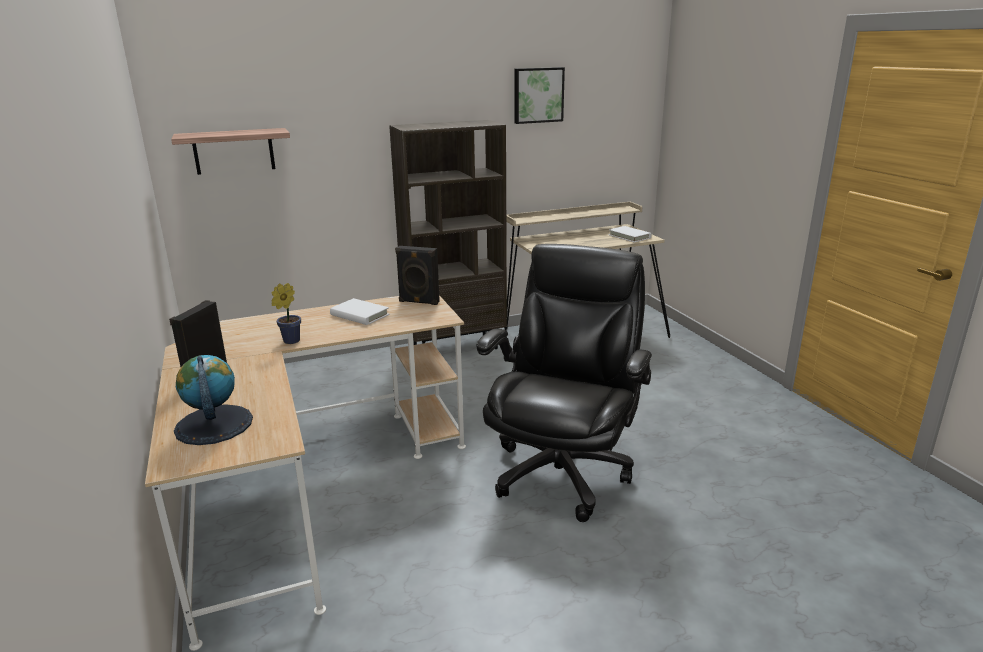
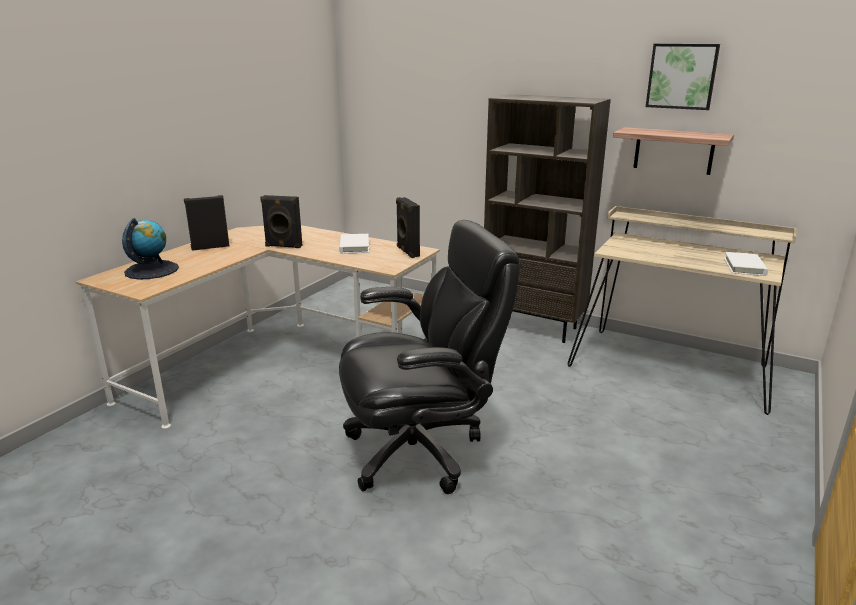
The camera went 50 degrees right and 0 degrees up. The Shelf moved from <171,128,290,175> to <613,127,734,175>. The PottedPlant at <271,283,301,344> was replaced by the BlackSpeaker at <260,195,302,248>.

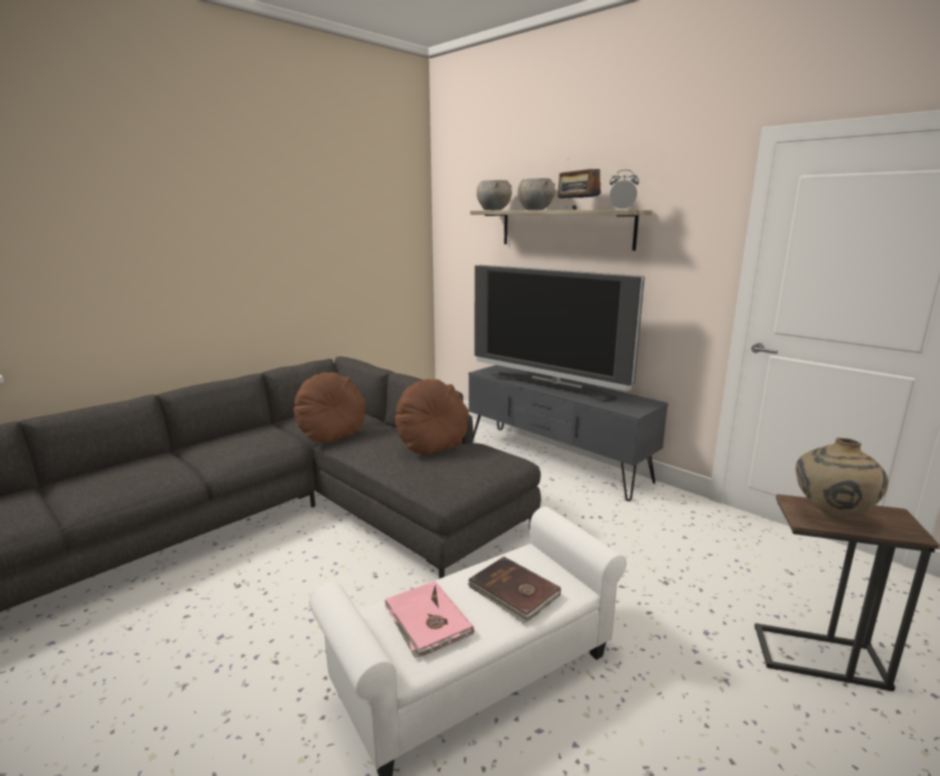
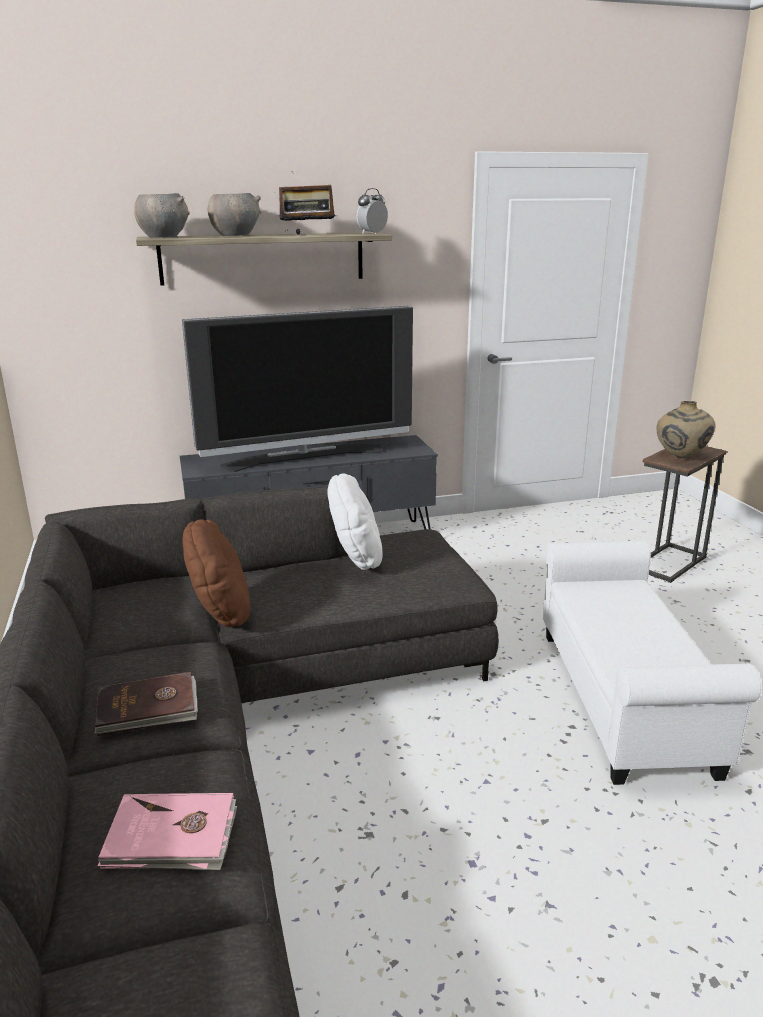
The camera went 60 degrees left and 5 degrees up. The PinkBook moved from <385,581,474,658> to <98,793,237,870>. The BrownPillow at <395,379,469,455> became the WhitePillow at <327,474,383,570>. The BrownBook moved from <468,556,561,623> to <94,672,198,736>.

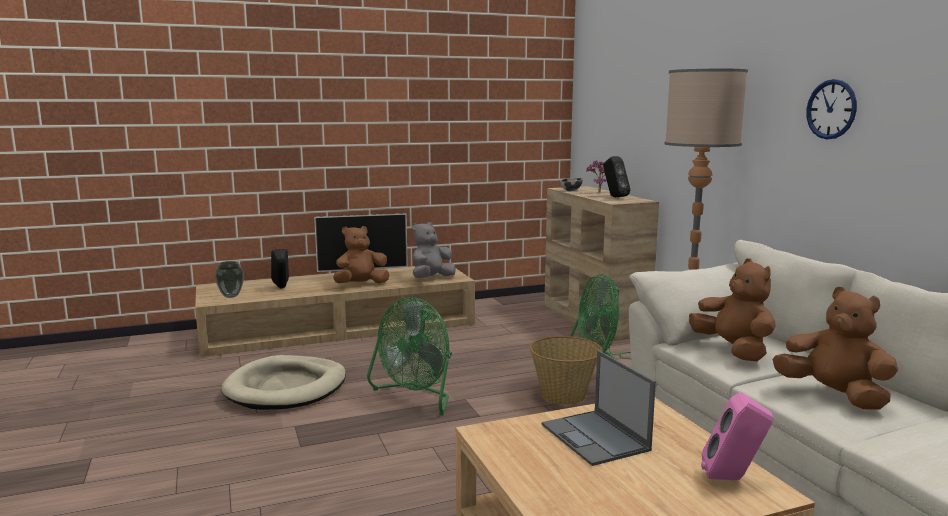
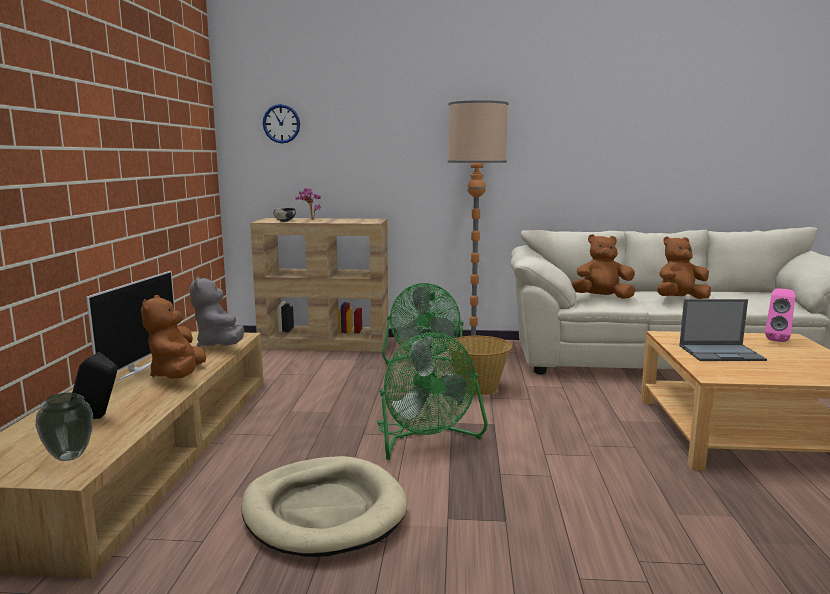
The camera went 65 degrees left and 0 degrees up. The BlackSpeaker at <603,156,630,197> disappeared. The WallClock moved from <806,79,857,139> to <263,104,300,143>.

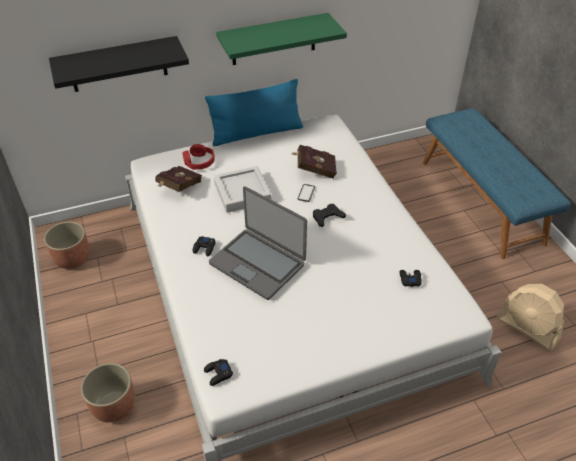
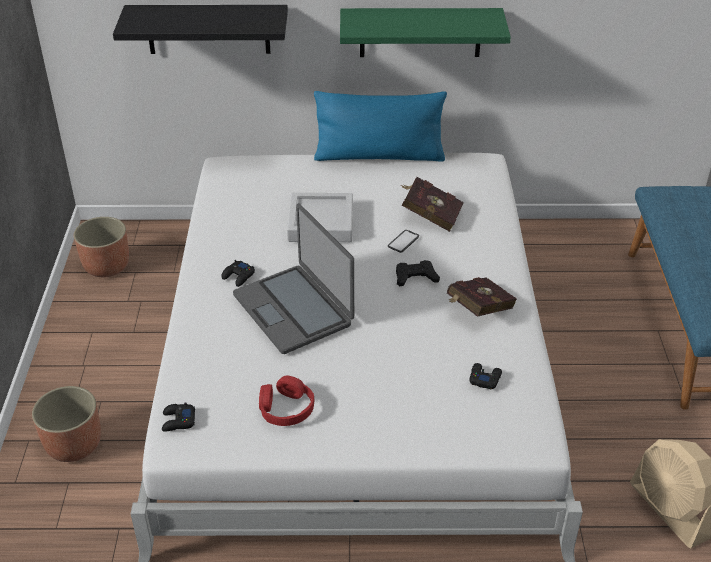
The camera went 20 degrees right and 5 degrees down. The RedBook moved from <155,166,202,192> to <447,277,517,317>. The RedHeadphones moved from <182,144,215,170> to <259,376,314,426>.

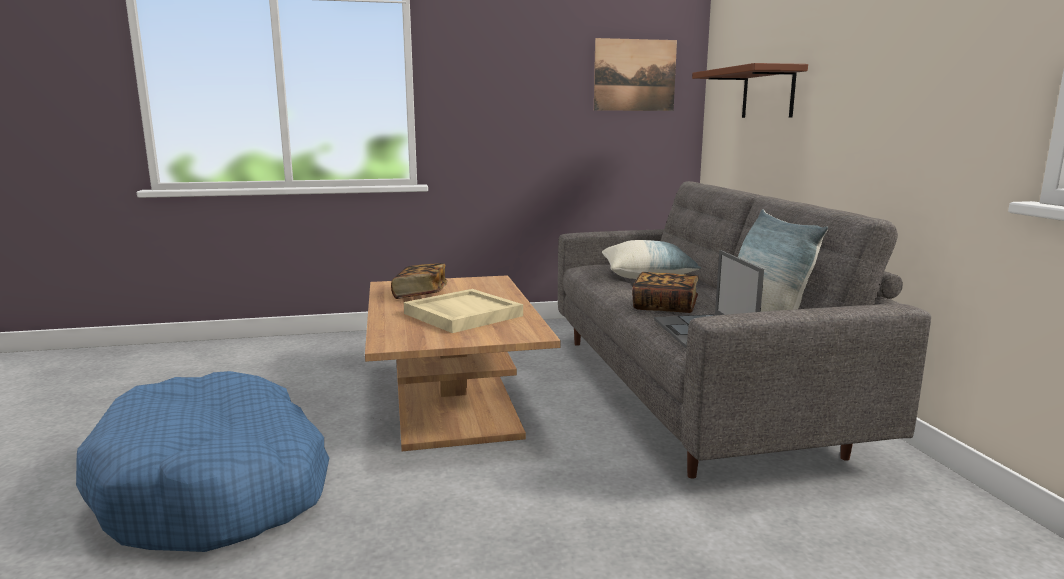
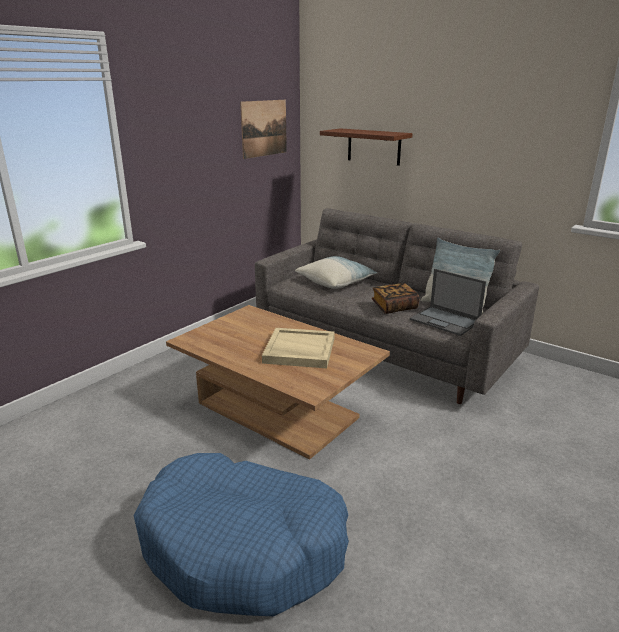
The camera went 40 degrees left and 10 degrees up. The Book at <391,263,447,299> disappeared.

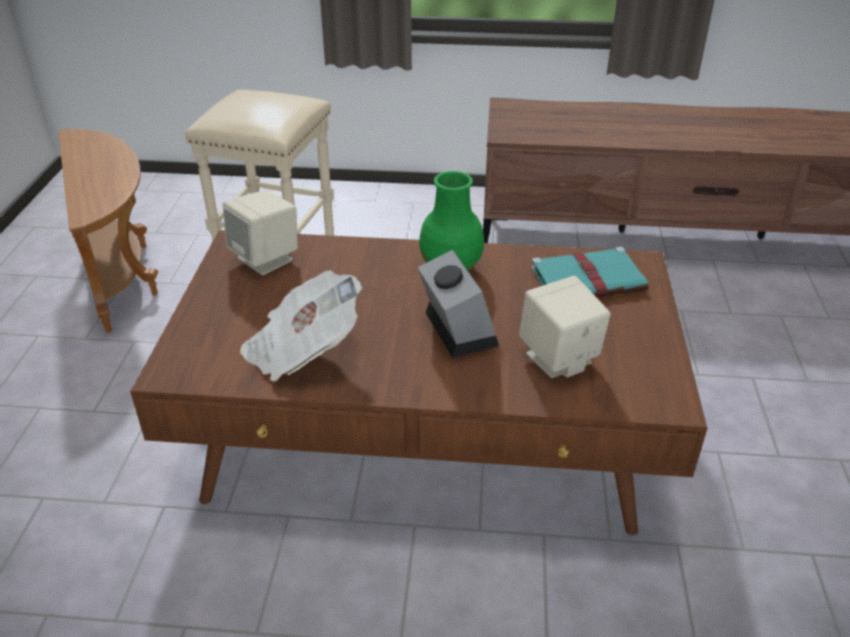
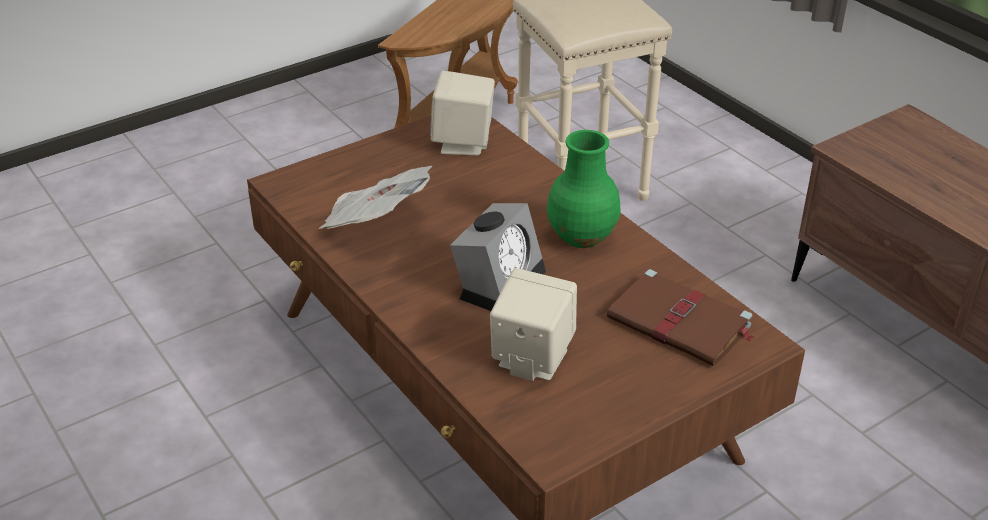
The camera went 50 degrees right and 0 degrees up. The TurquoiseBook at <531,247,649,298> became the BrownBook at <607,269,756,366>.

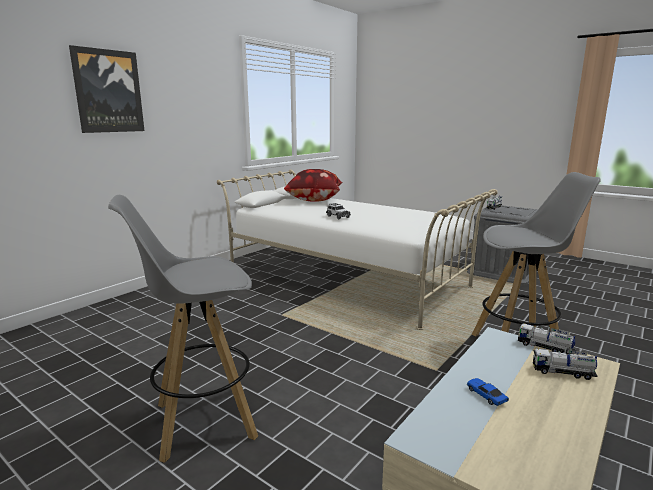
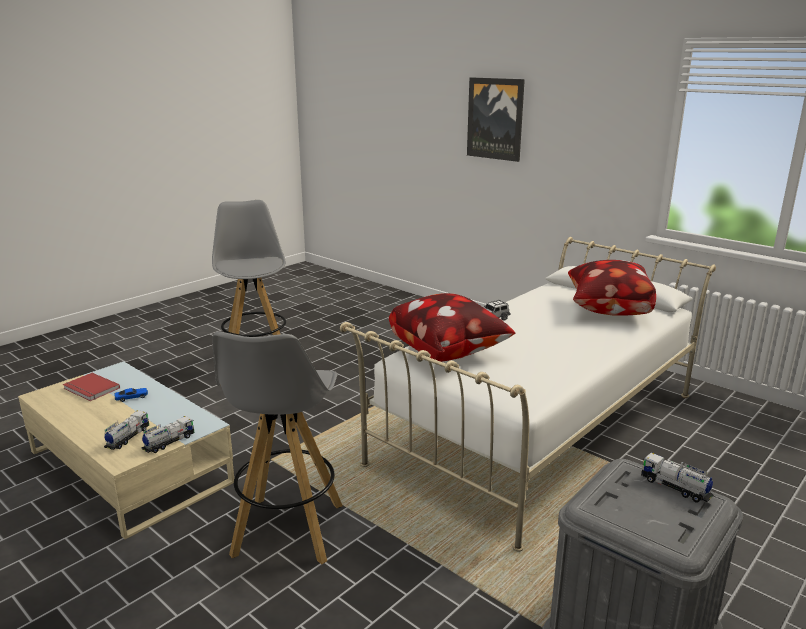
The camera went 95 degrees right and 5 degrees up. The RedBook at <63,373,120,401> appeared. The Pillow at <389,293,516,362> appeared.

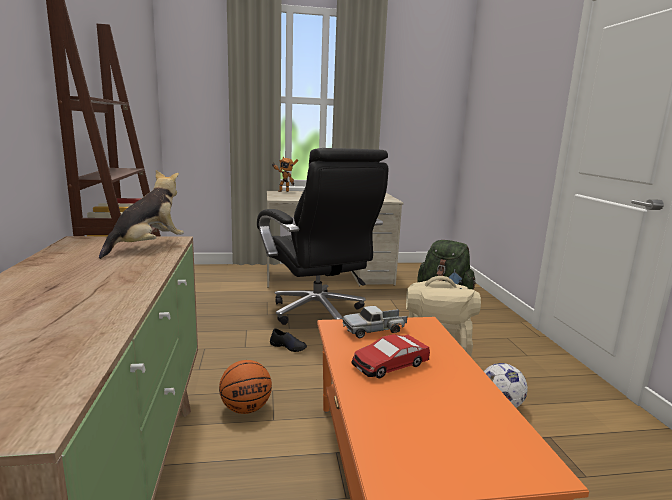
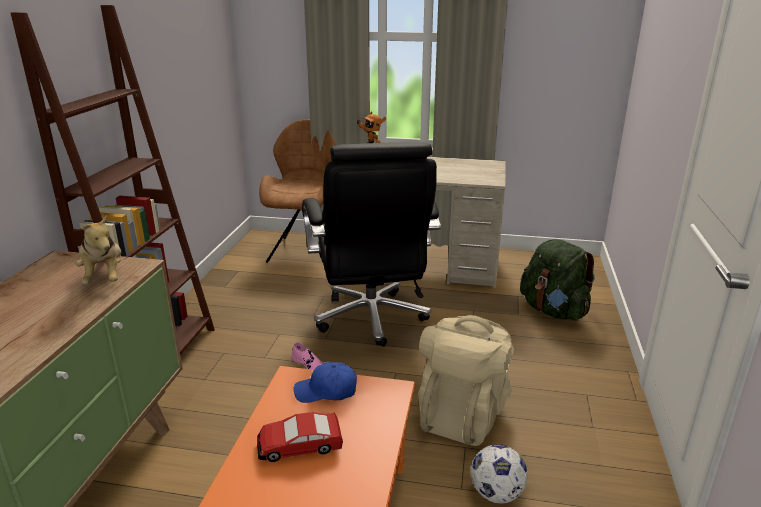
The camera went 20 degrees right and 10 degrees up. The PlushToy at <99,170,184,259> turned 105 degrees clockwise. The Basketball at <219,360,272,414> disappeared. The BlackShoe at <270,328,307,352> became the PinkShoe at <292,342,323,370>. The ToyTruck at <342,306,407,338> was replaced by the BlueCap at <294,361,357,403>. The BrownChair at <259,119,336,265> appeared.

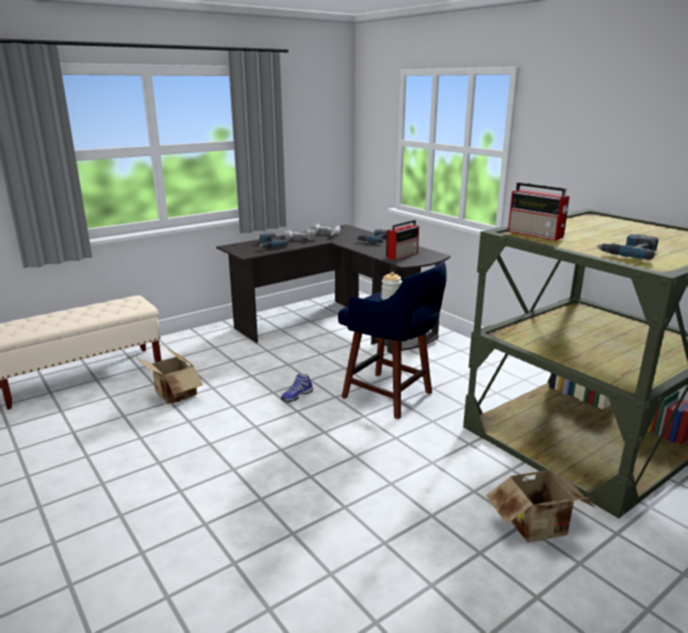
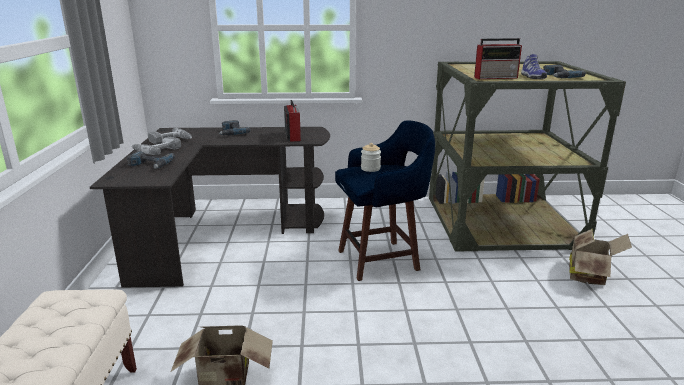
The camera went 55 degrees left and 0 degrees up. The Shoe moved from <281,374,313,402> to <521,54,547,79>.

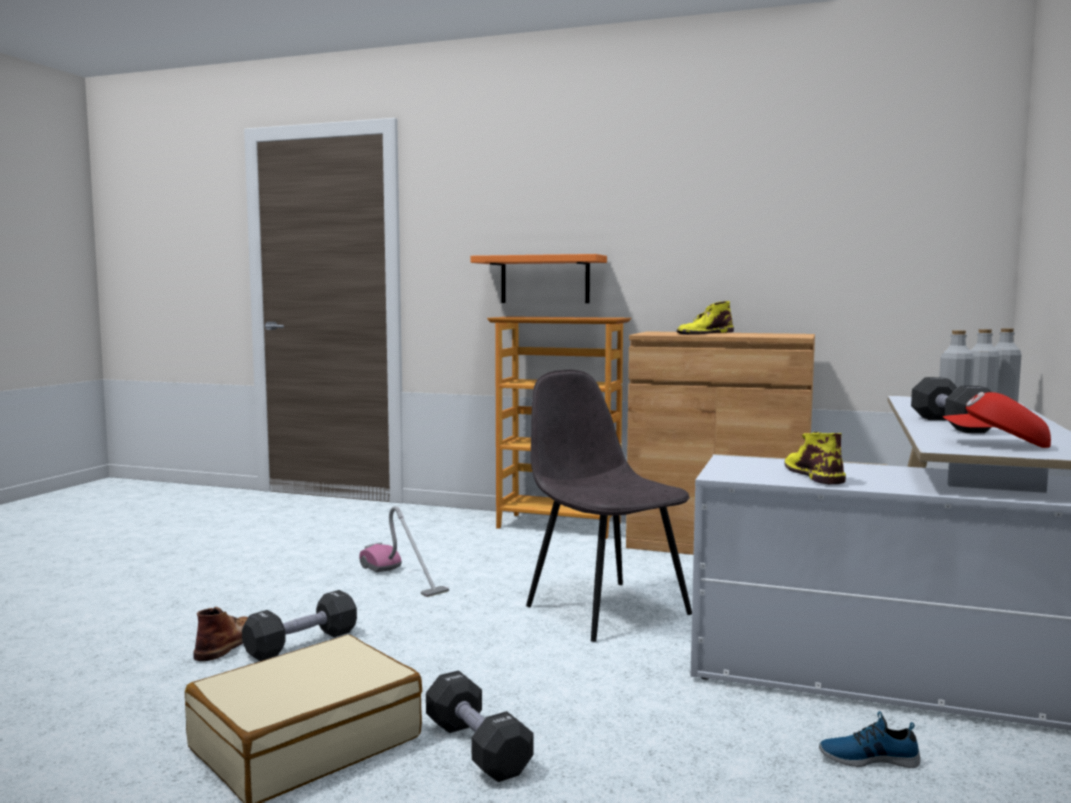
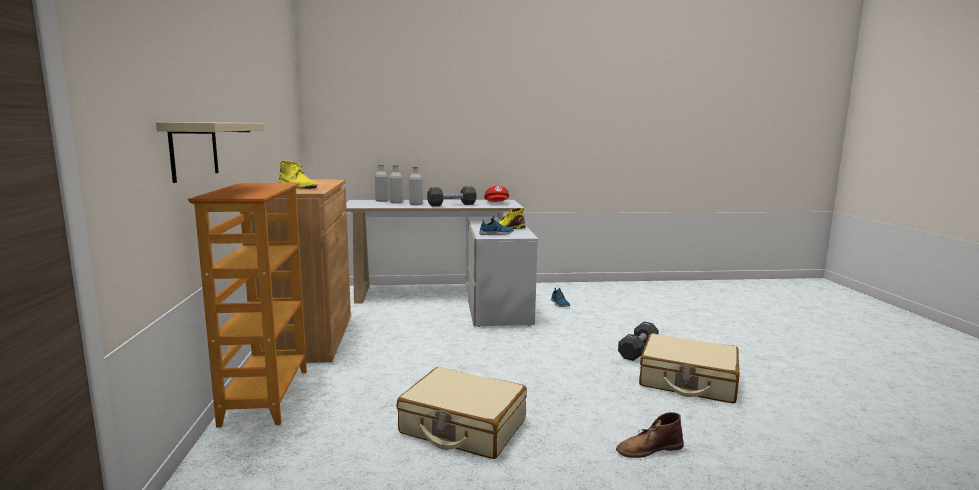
The camera went 115 degrees left and 5 degrees up. The BlackDumbbell at <242,590,357,661> disappeared. The VacuumCleaner at <359,506,449,597> was replaced by the BeigeSuitcase at <396,367,527,459>. The OrangeShelf at <470,254,607,303> became the BeigeShelf at <156,122,265,183>. The GreyChair at <526,370,692,642> disappeared. The Shoe at <479,216,514,235> appeared.

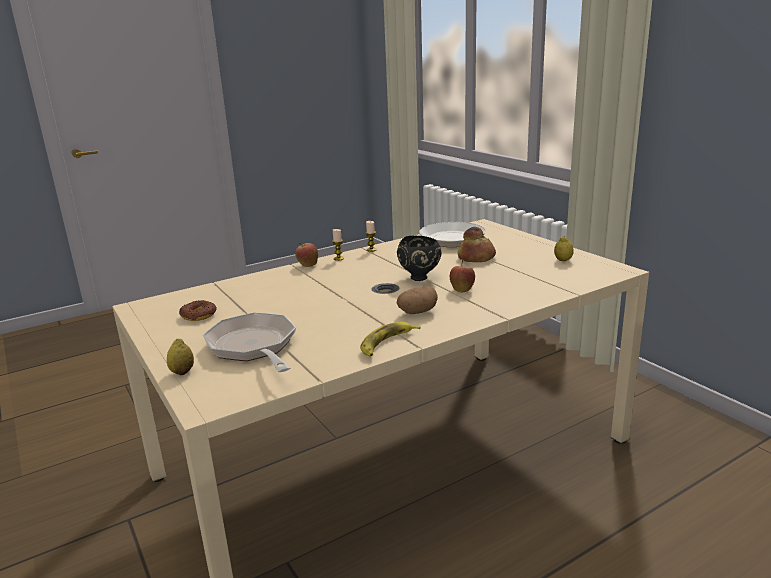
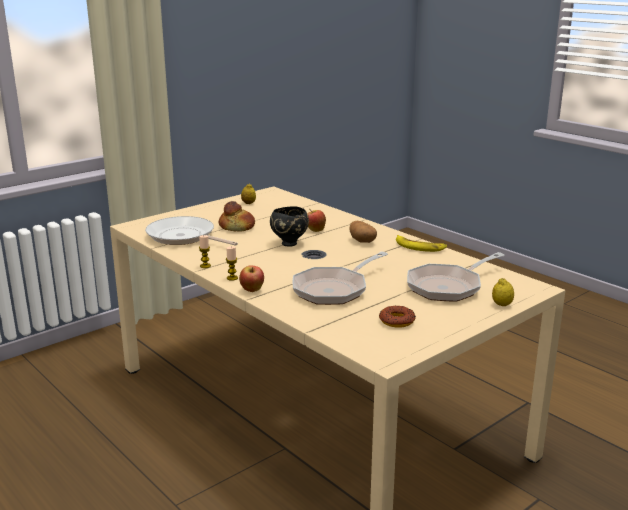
The camera went 100 degrees left and 0 degrees up. The FryingPan at <293,252,388,305> appeared.

